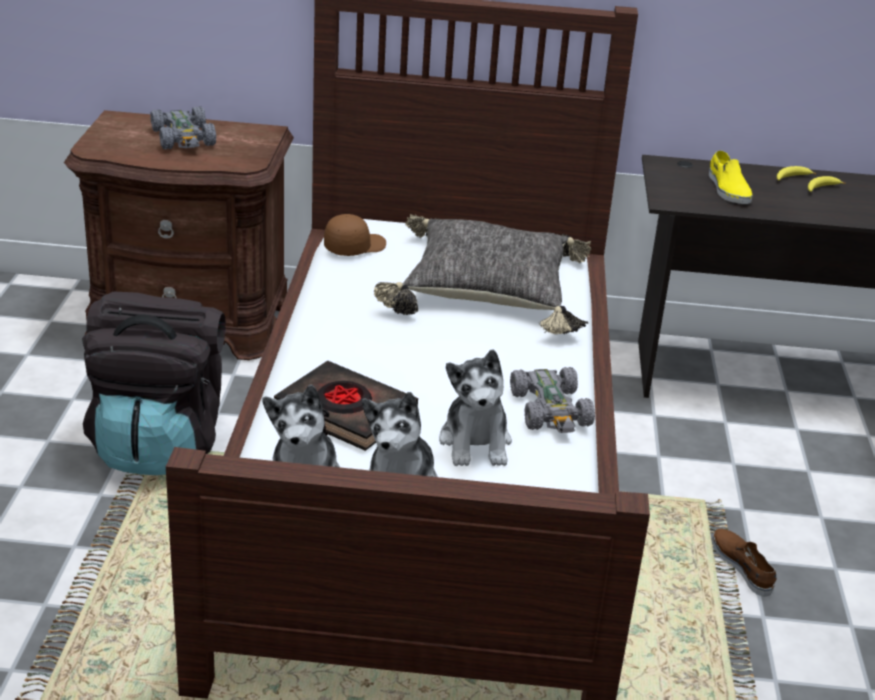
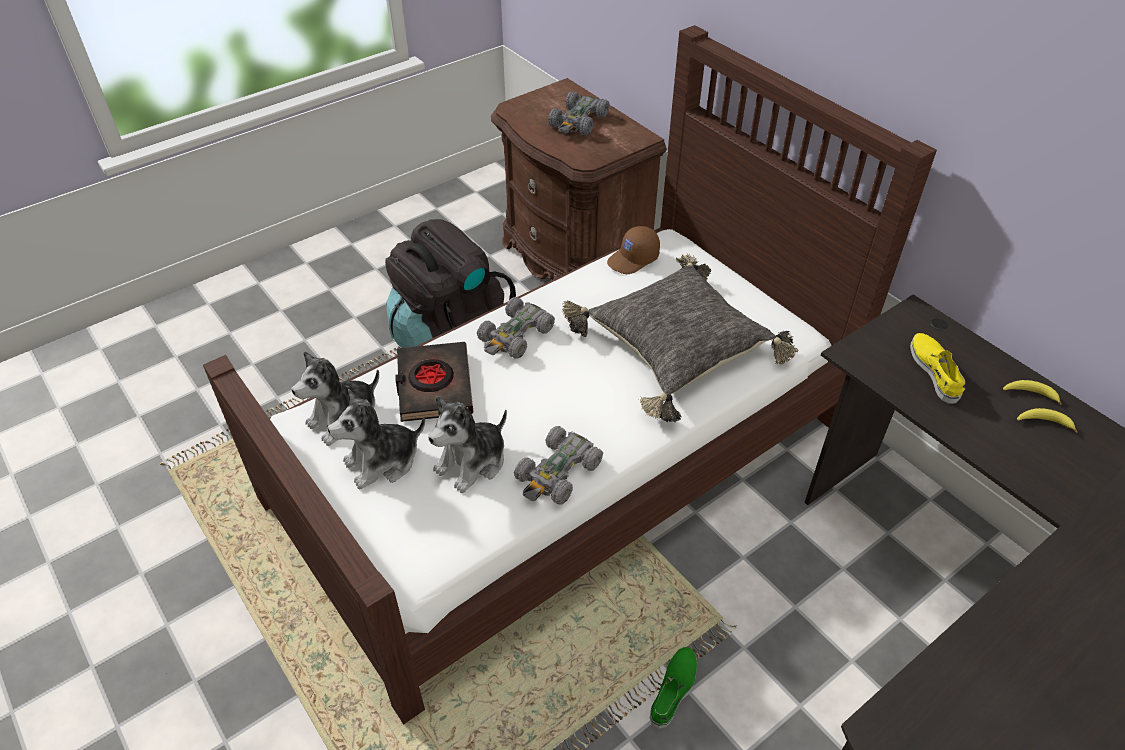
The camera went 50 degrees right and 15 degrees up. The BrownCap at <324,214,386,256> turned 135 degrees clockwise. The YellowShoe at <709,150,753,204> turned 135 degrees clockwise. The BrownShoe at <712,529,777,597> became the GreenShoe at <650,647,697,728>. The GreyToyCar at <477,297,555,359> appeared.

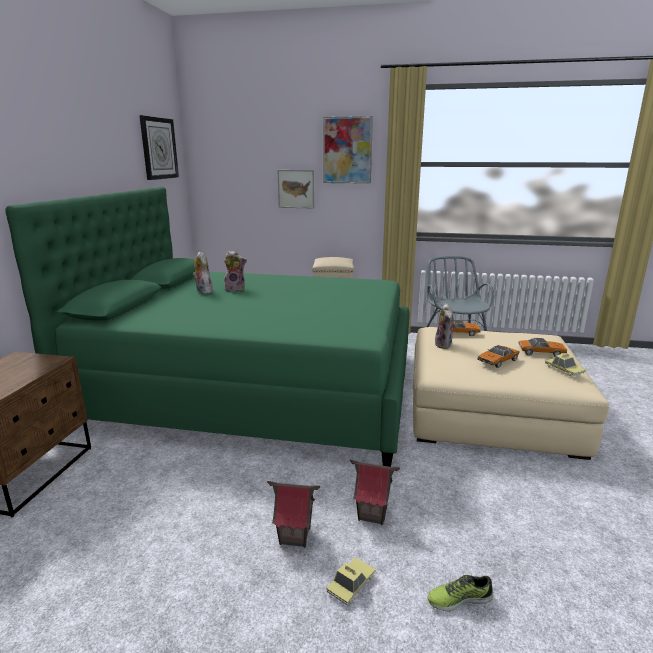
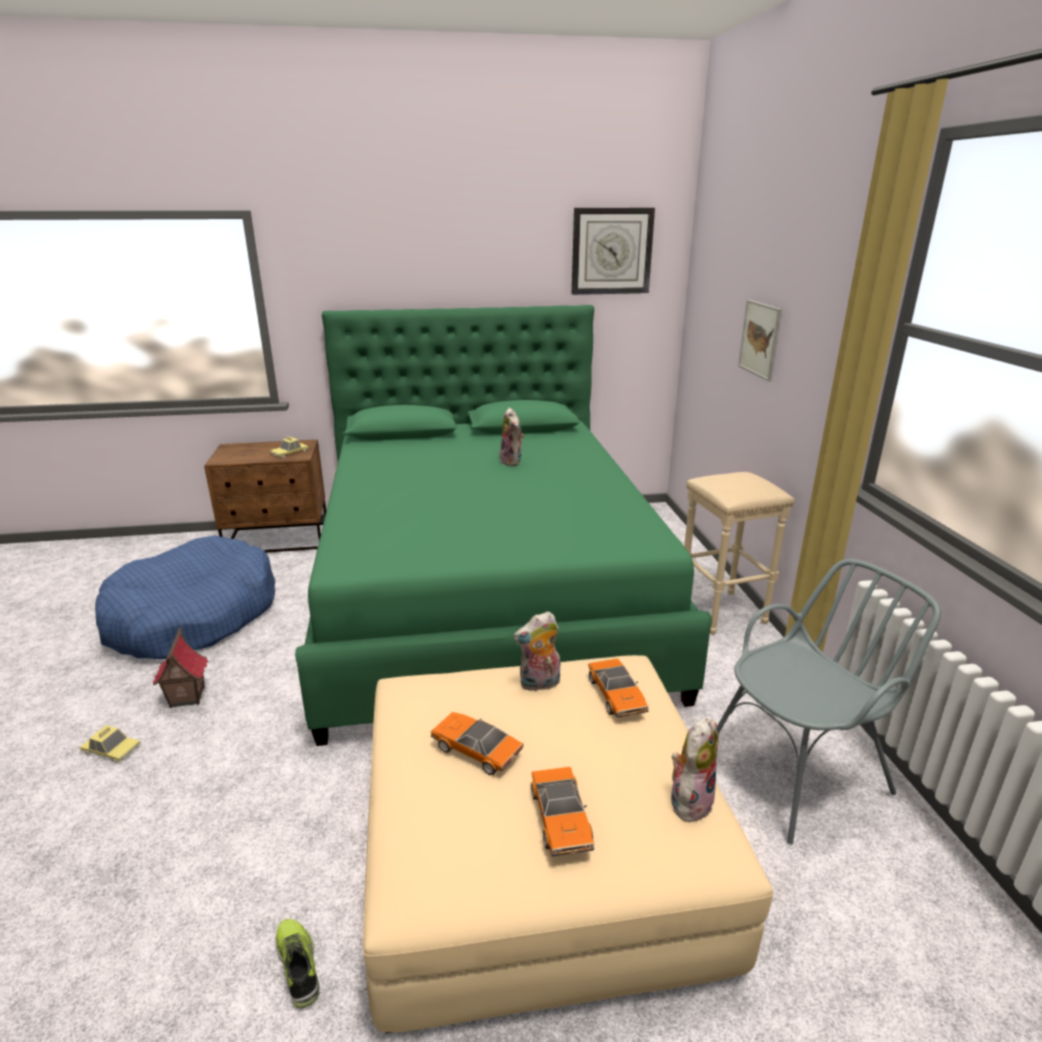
The camera went 70 degrees right and 5 degrees up. The PlushToy moved from <193,252,213,294> to <671,718,718,822>. The Picture at <323,116,373,184> disappeared. The ToyHouse at <350,460,400,525> disappeared. The Shoe moved from <428,575,493,611> to <275,919,320,1008>. The ToyCar moved from <545,353,586,376> to <270,436,309,458>. The BlueDogBed at <95,535,275,659> appeared.

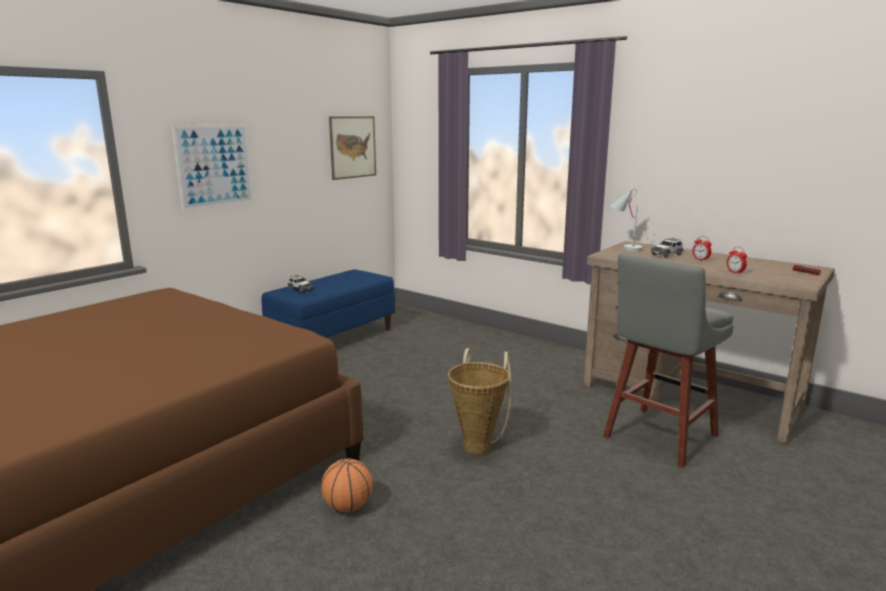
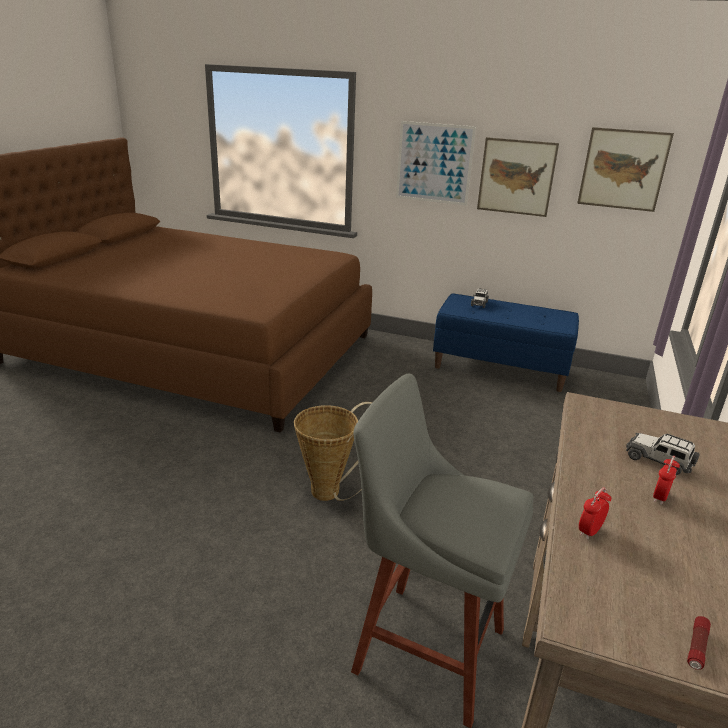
The camera went 70 degrees right and 10 degrees up. The Basketball at <321,459,373,512> disappeared. The WhiteTableLamp at <610,189,643,252> disappeared. The Picture at <477,137,559,217> appeared.

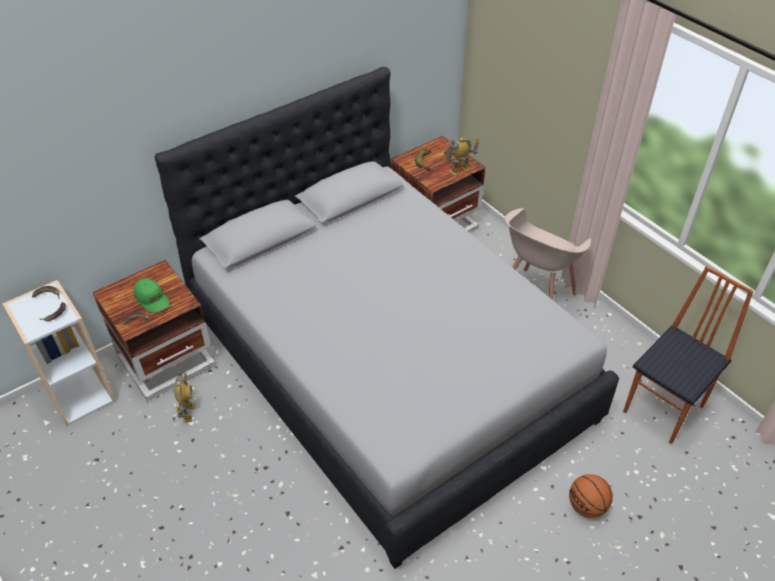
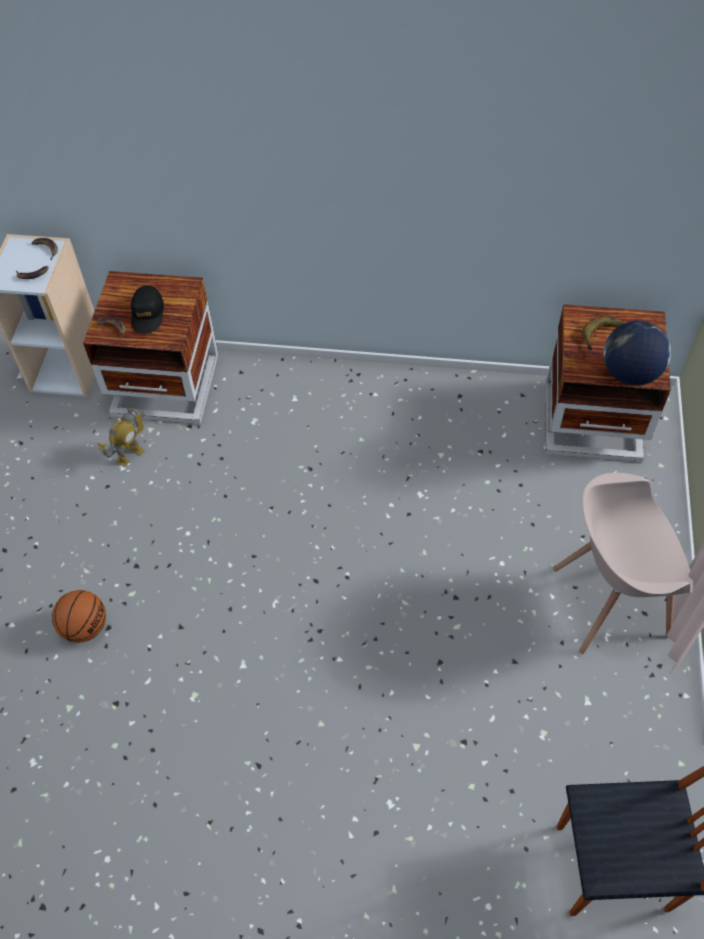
The camera went 45 degrees right and 10 degrees up. The GreenCap at <134,278,170,313> became the BlackCap at <131,285,164,333>. The GreyBed at <155,67,619,569> disappeared. The ToyRobot at <444,137,480,176> was replaced by the Globe at <603,320,671,386>. The Basketball moved from <569,474,613,518> to <52,590,106,643>.

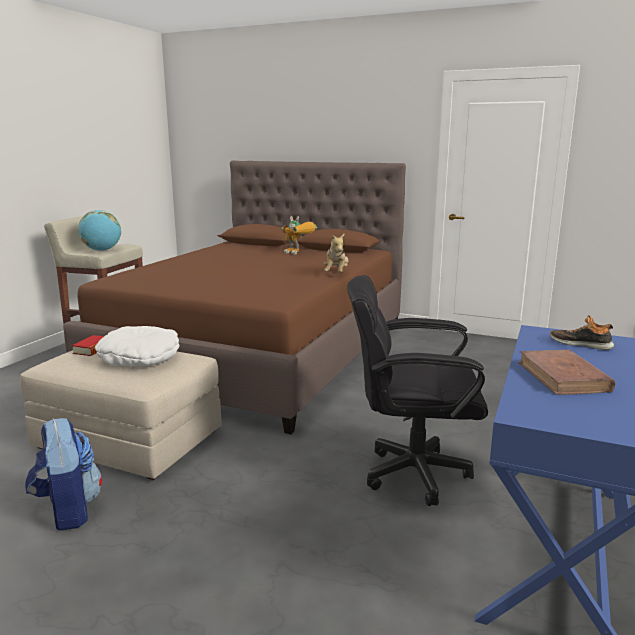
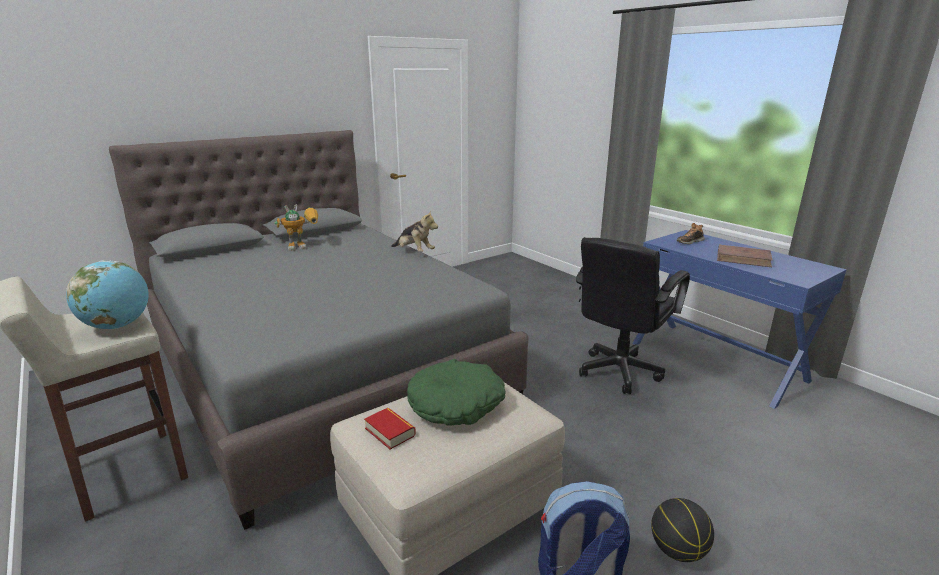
The camera went 60 degrees left and 5 degrees up. The BrownBed at <63,161,406,434> became the GreyBed at <109,130,528,530>. The WhitePillow at <95,326,180,367> became the GreenPillow at <407,359,505,426>. The Basketball at <651,498,714,562> appeared.

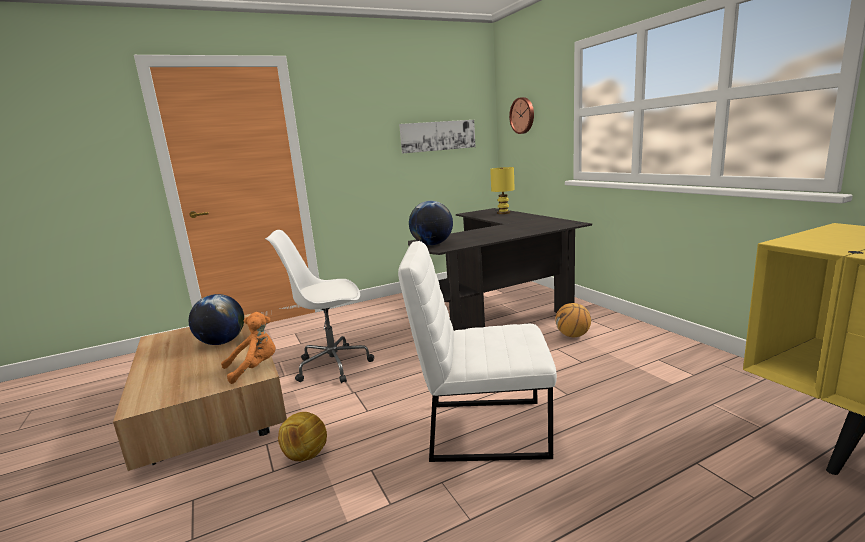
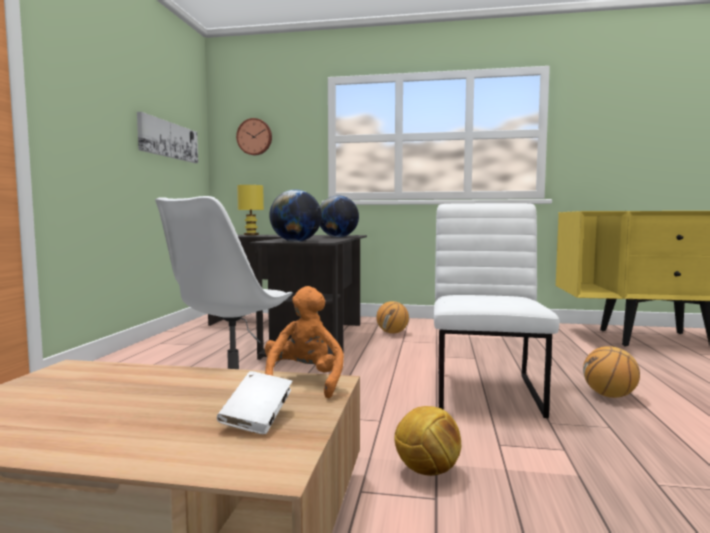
The camera went 55 degrees left and 10 degrees down. The Globe moved from <189,294,244,345> to <320,195,359,237>. The WhiteChair at <398,241,557,462> turned 150 degrees clockwise. The WhiteBook at <217,371,292,434> appeared. The Basketball at <583,346,640,398> appeared.

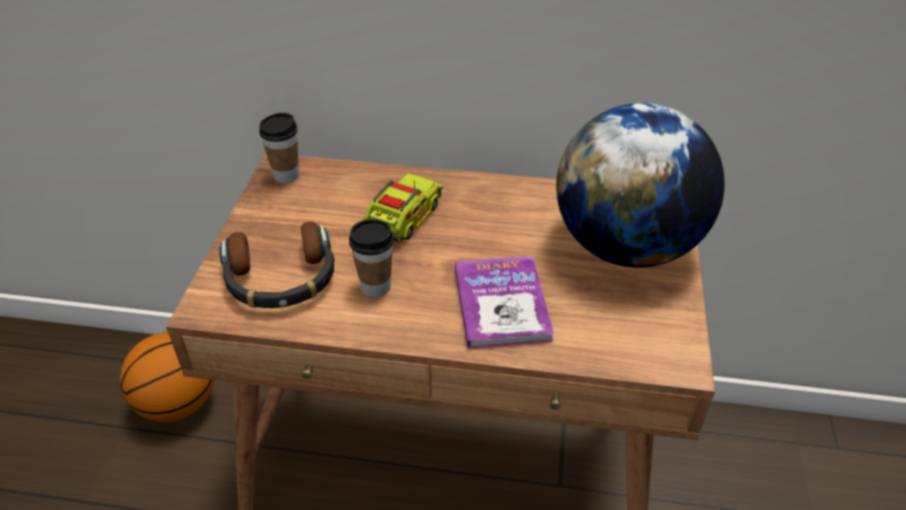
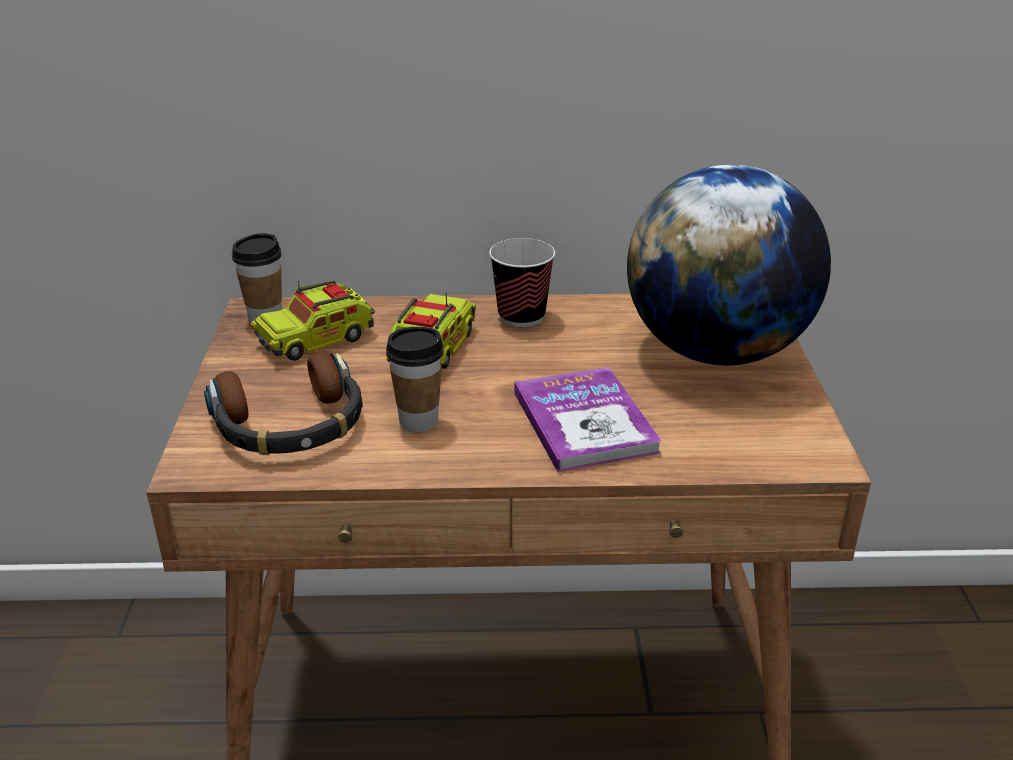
The camera went 10 degrees left and 10 degrees down. The Basketball at <120,332,214,422> disappeared. The ToyTruck at <250,280,375,361> appeared. The Cup at <489,238,555,327> appeared.

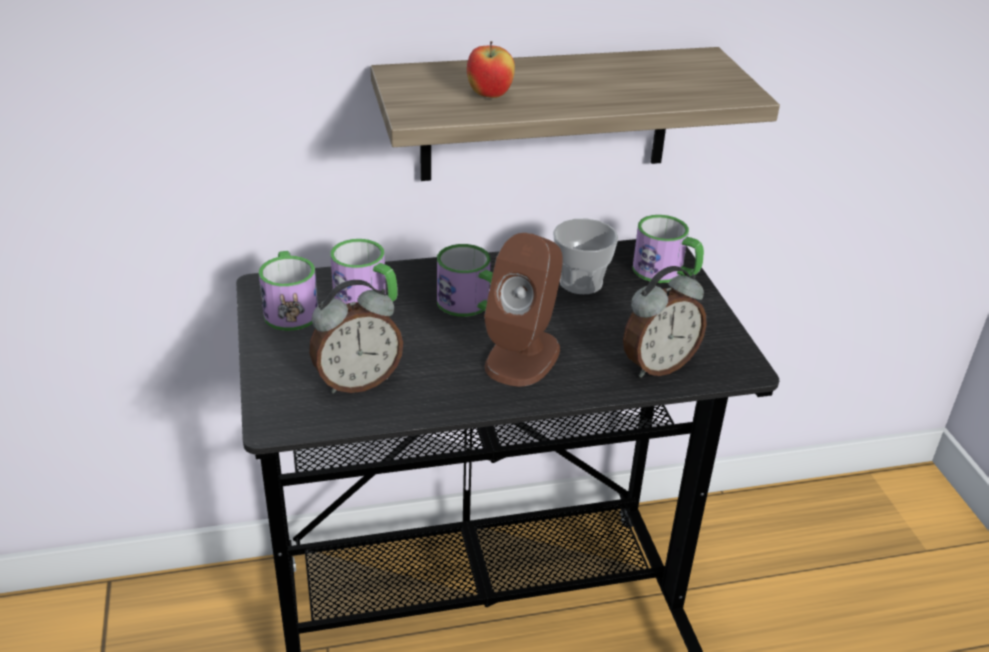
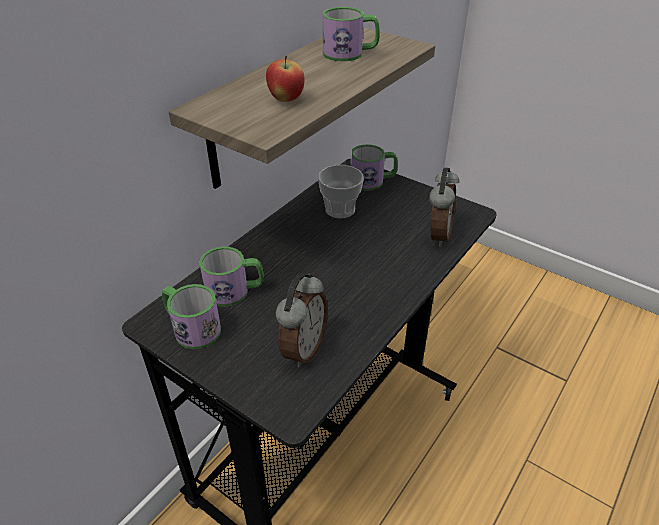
The camera went 40 degrees left and 5 degrees up. The Mug moved from <437,244,493,317> to <323,7,380,62>. The BrownSpeaker at <484,233,563,386> disappeared.

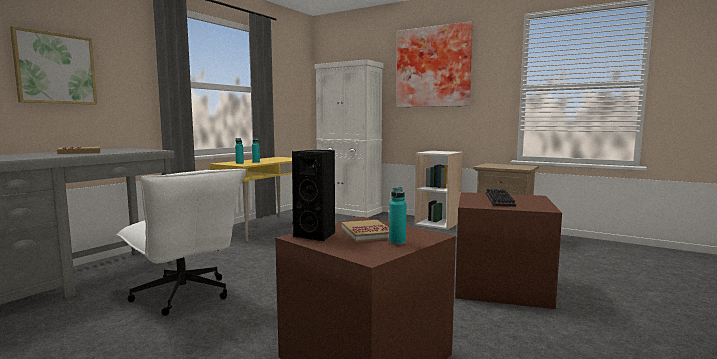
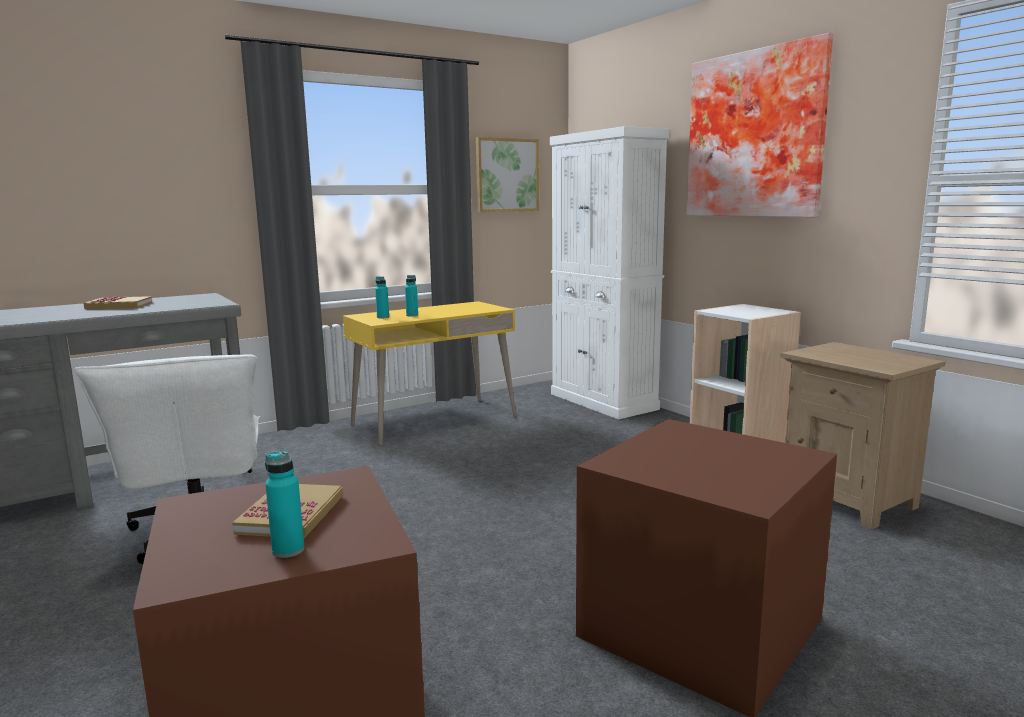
The camera went 25 degrees right and 5 degrees up. The Picture moved from <10,26,97,105> to <476,137,539,212>. The BlackSpeaker at <292,150,336,241> disappeared. The Keyboard at <486,189,516,207> disappeared.

